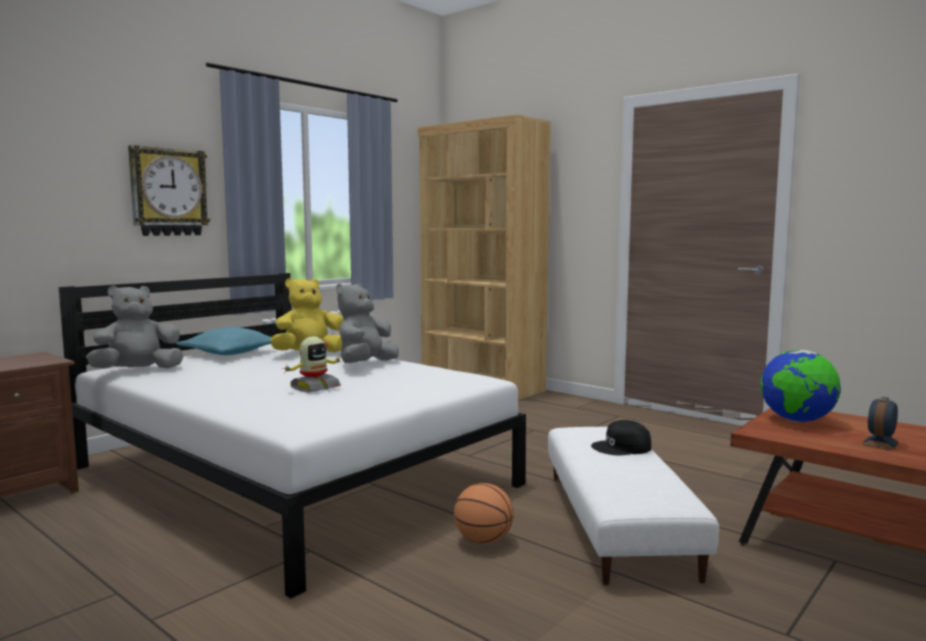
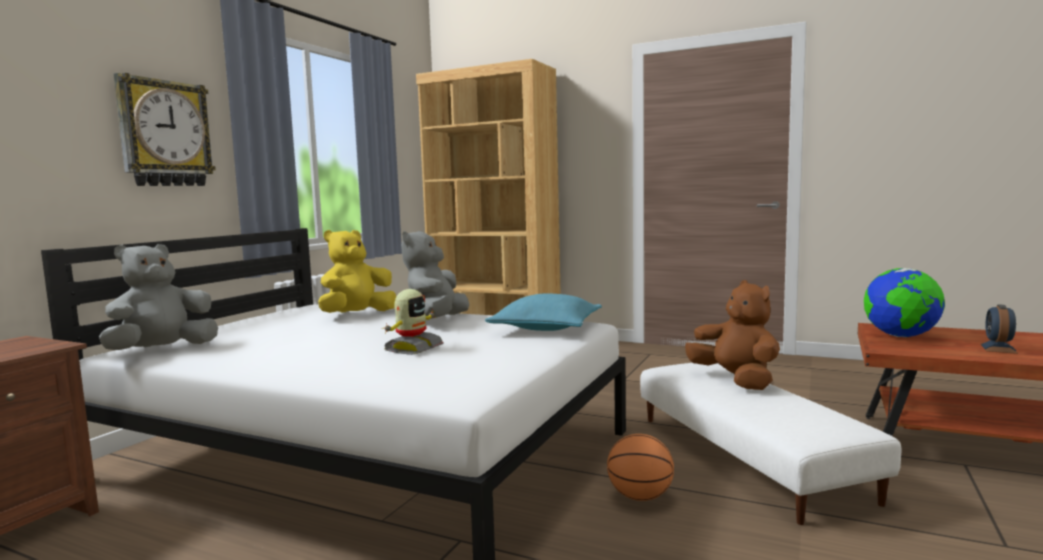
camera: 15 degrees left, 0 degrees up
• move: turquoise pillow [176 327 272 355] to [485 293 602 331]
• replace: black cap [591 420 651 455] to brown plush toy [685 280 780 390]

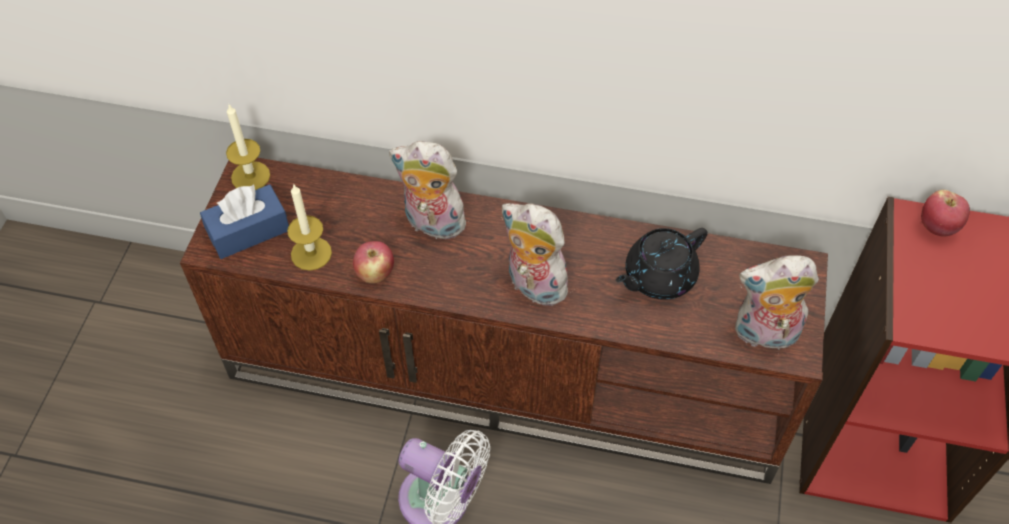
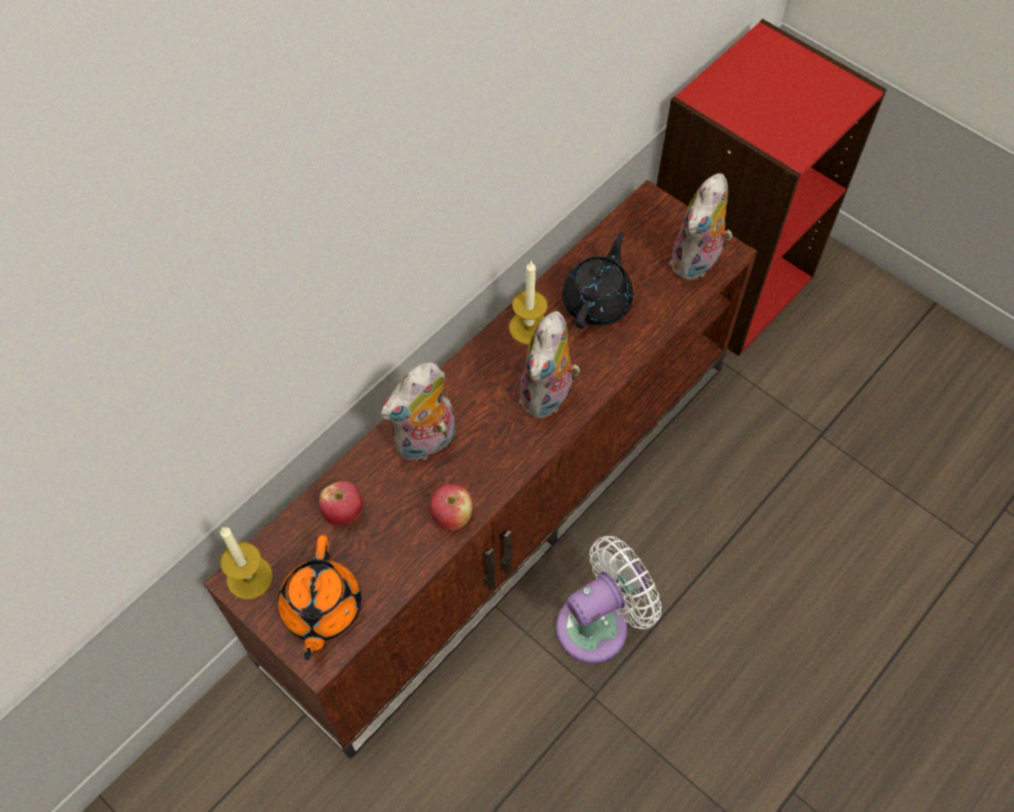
camera: 60 degrees left, 5 degrees up
• replace: blue tissue box [200 184 289 259] to orange teapot [278 535 361 660]
• move: candle [287 185 332 271] to [509 260 548 345]
• move: apple [921 190 970 237] to [319 481 363 526]
• rotate: plush toy [501 203 568 306] = [519 311 580 419] 45 degrees counterclockwise
• rotate: black teapot [616 228 707 300] = [562 233 633 329] 150 degrees counterclockwise

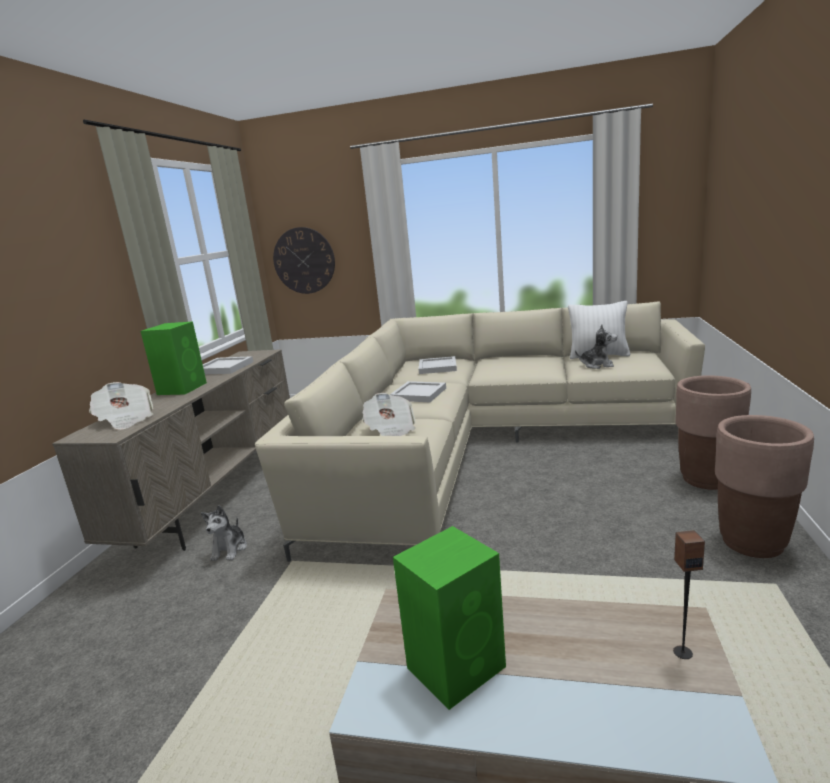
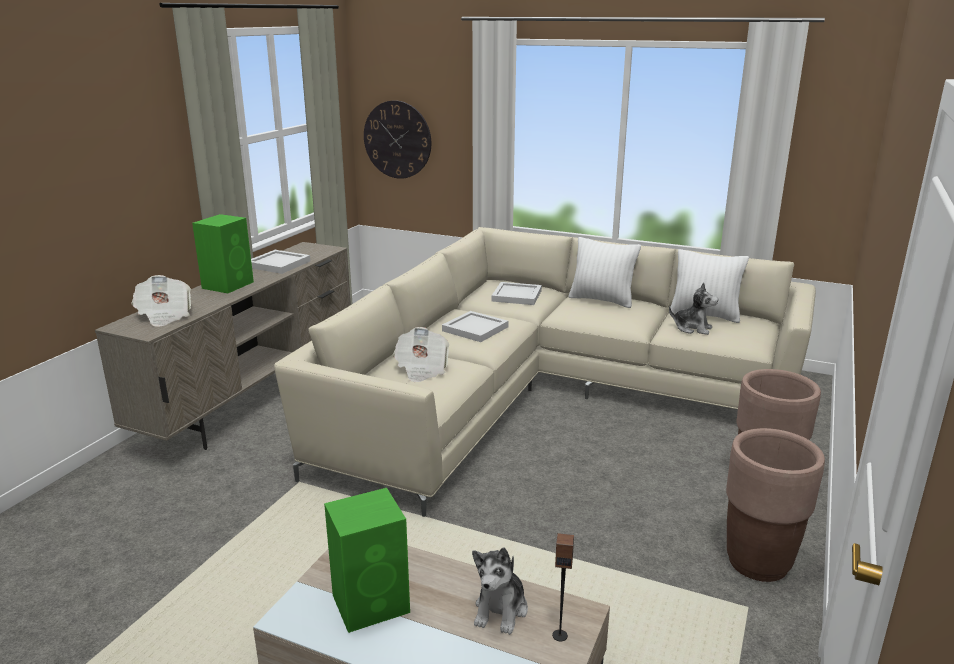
camera: 10 degrees right, 5 degrees up
• move: plush toy [201 505 247 561] to [472 548 528 635]
• insert: white pillow [569 237 641 308]

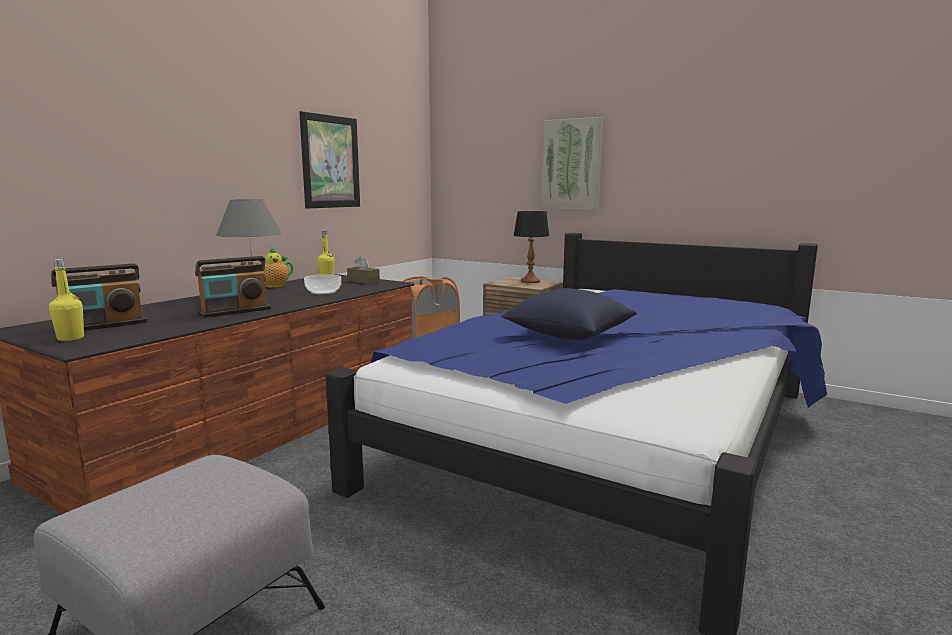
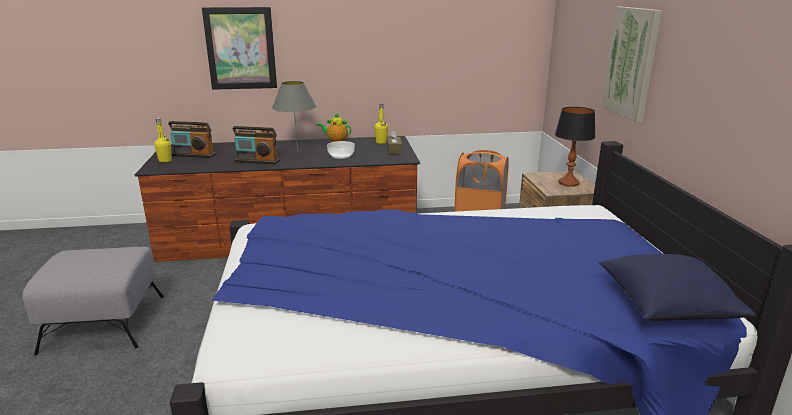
camera: 50 degrees right, 10 degrees up
• move: picture [299 111 360 209] to [202 7 277 90]
• move: blue pillow [501 288 637 340] to [599 254 756 321]

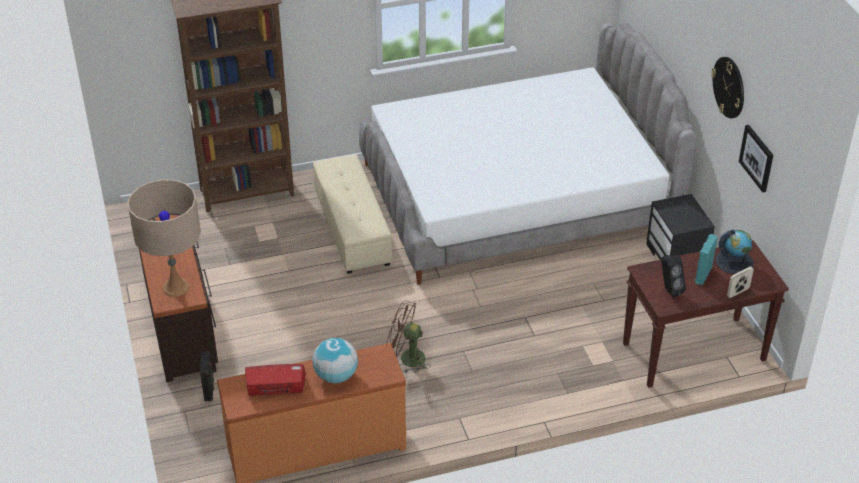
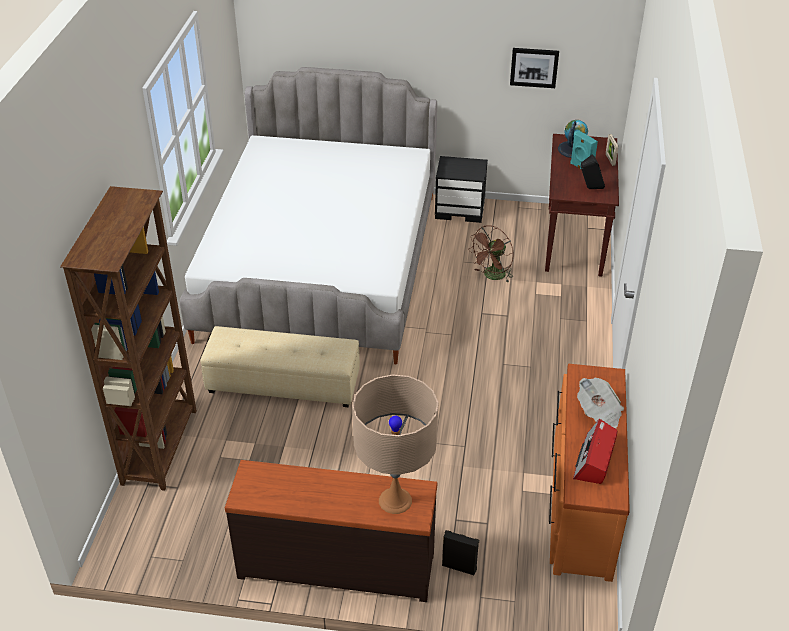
camera: 65 degrees left, 0 degrees up
• delete: wall clock [711 57 744 118]
• move: brown fan [386 301 431 373] to [468 225 513 283]
• replace: globe [313 338 358 383] to newspaper [577 378 624 429]

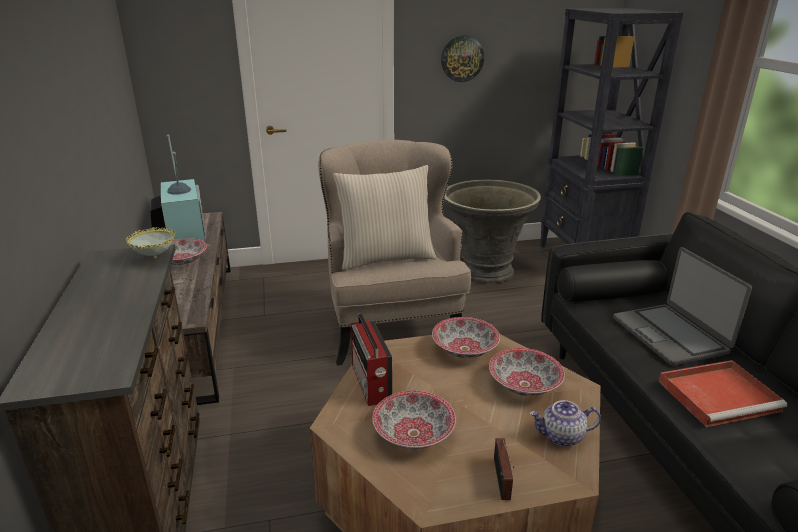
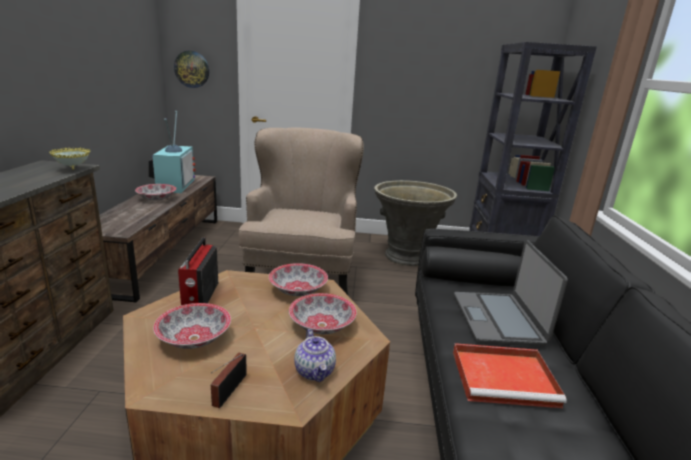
camera: 15 degrees right, 5 degrees down
• move: wall clock [441 35 484 82] to [174 51 209 88]
• delete: beige pillow [333 165 436 270]
• rotate: teapot [530 400 601 447] = [294 329 336 382] 120 degrees counterclockwise

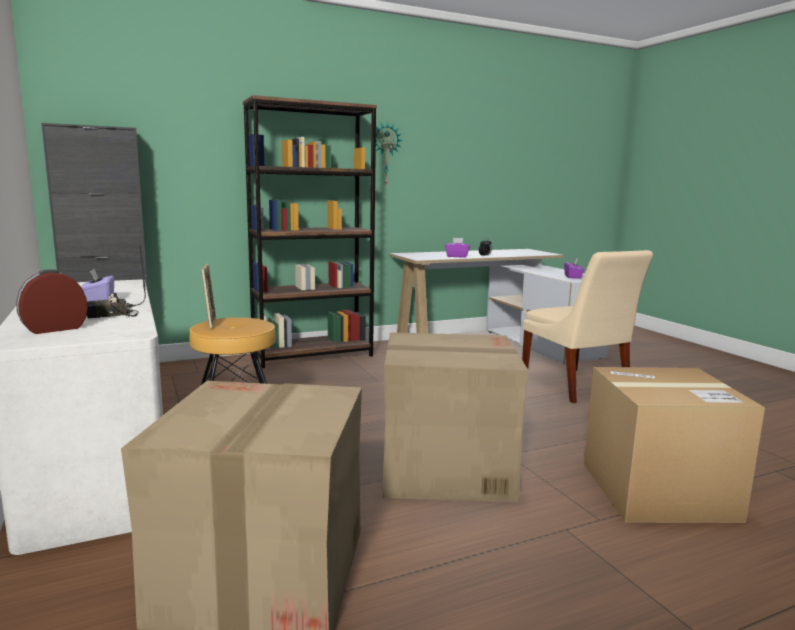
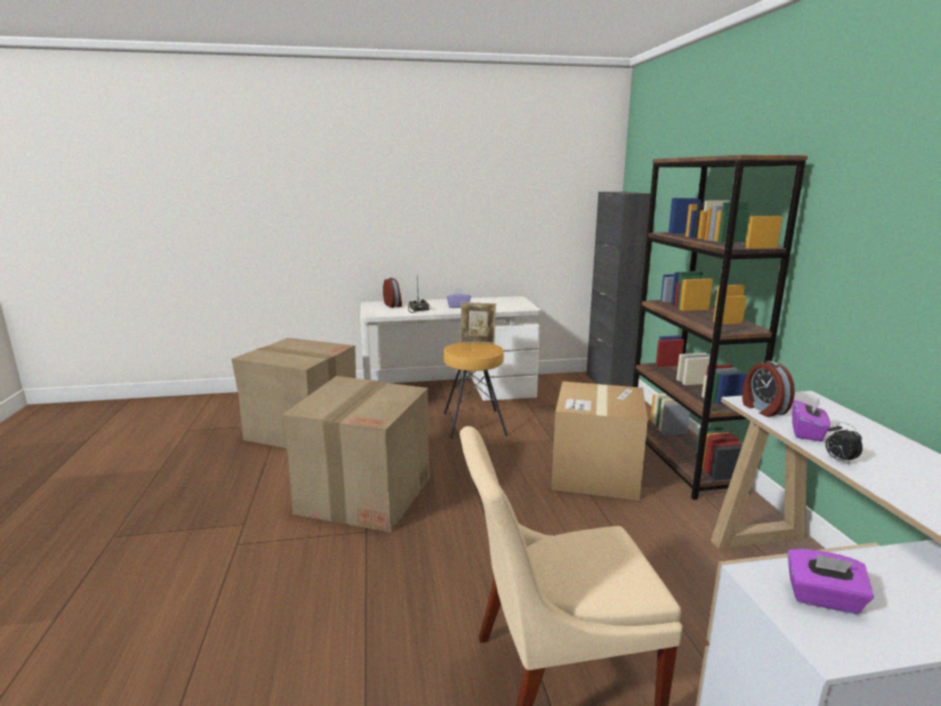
camera: 105 degrees right, 5 degrees up
• delete: wall clock [376 121 403 185]
• move: cardboard box [584 367 765 523] to [551 381 648 500]
• insert: alarm clock [742 361 795 417]

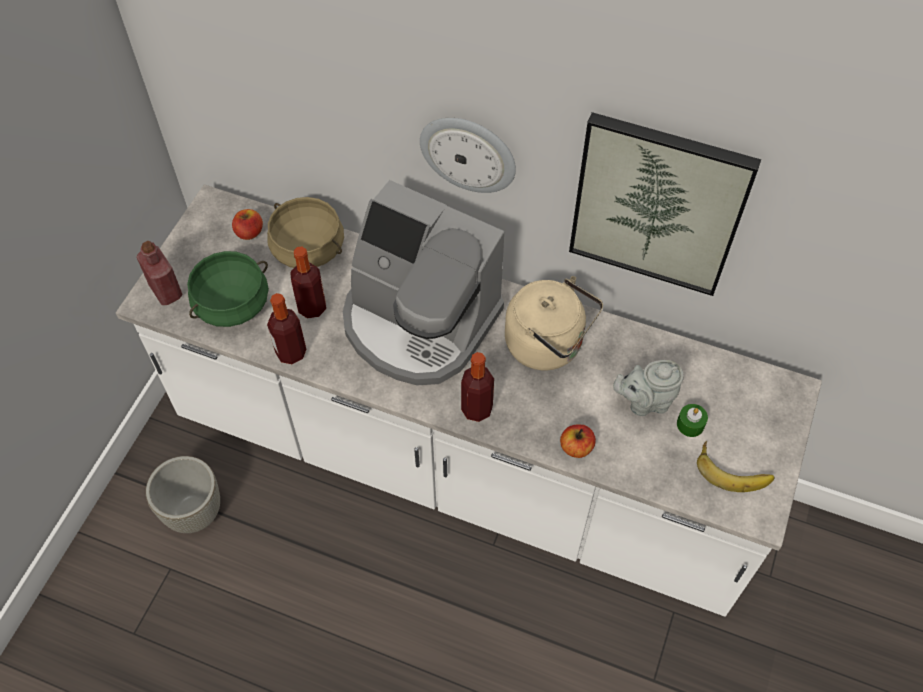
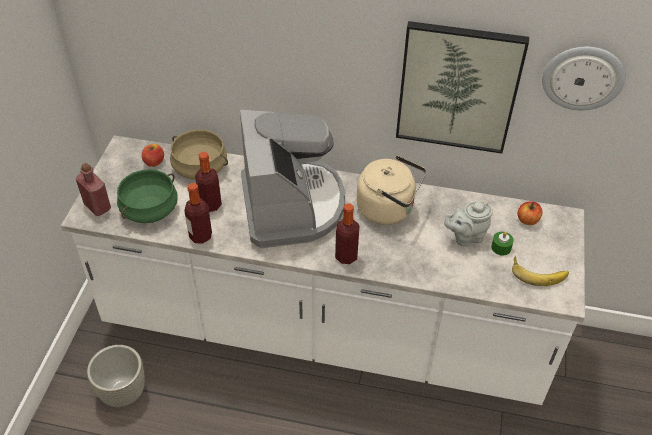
camera: 10 degrees left, 10 degrees down
• move: wall clock [420 118 516 193] to [542 47 626 110]
• rotate: coffee machine [343 180 504 385] = [240 110 345 248] 120 degrees counterclockwise
• move: apple [560 425 596 458] to [517 201 543 225]

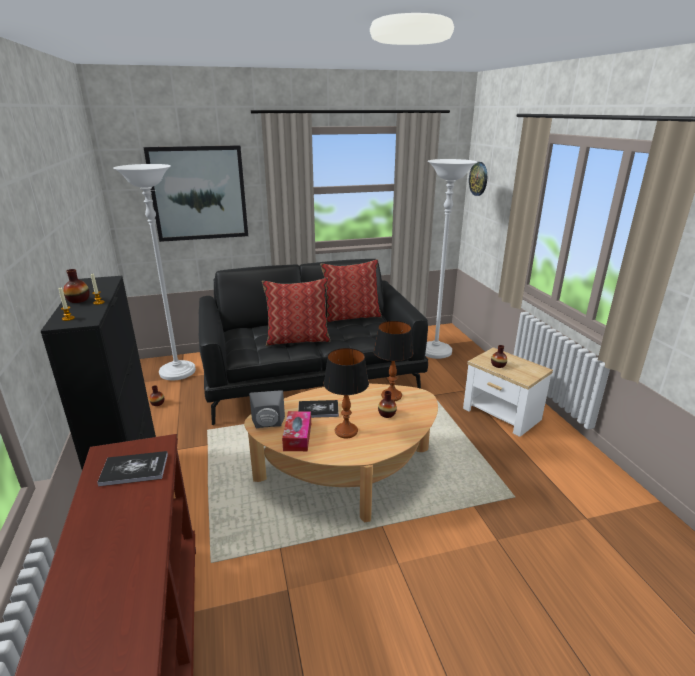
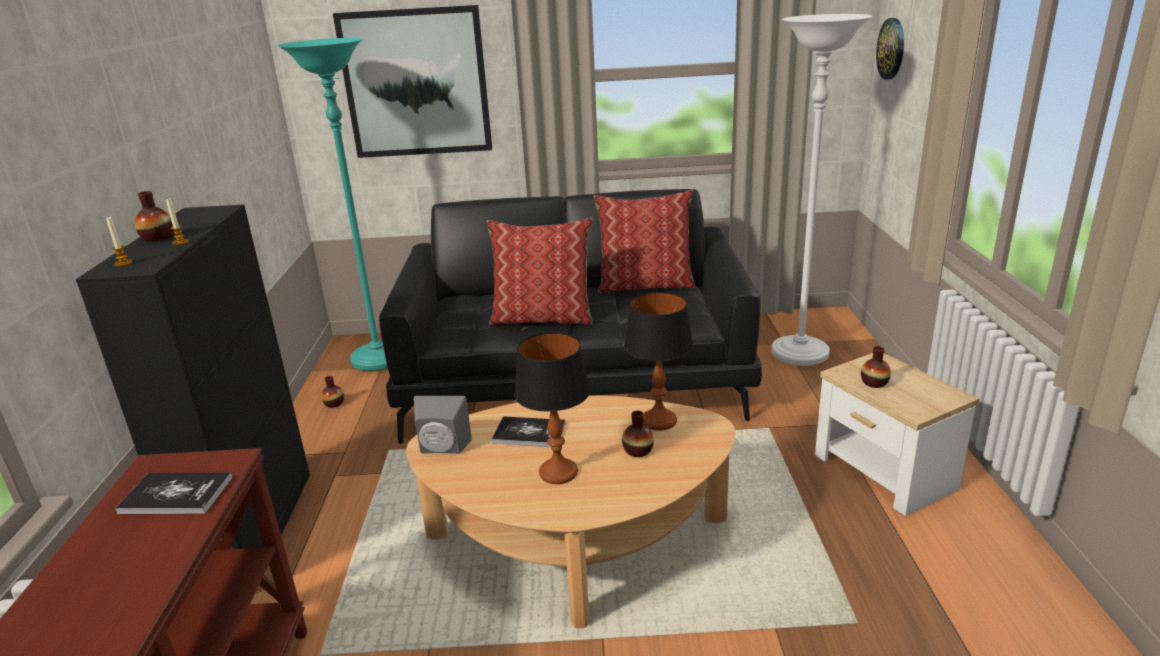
camera: 15 degrees right, 0 degrees up
• recolor: white floor lamp [113 164 196 381] to turquoise floor lamp [278 38 388 371]
• delete: tissue box [282 411 311 451]

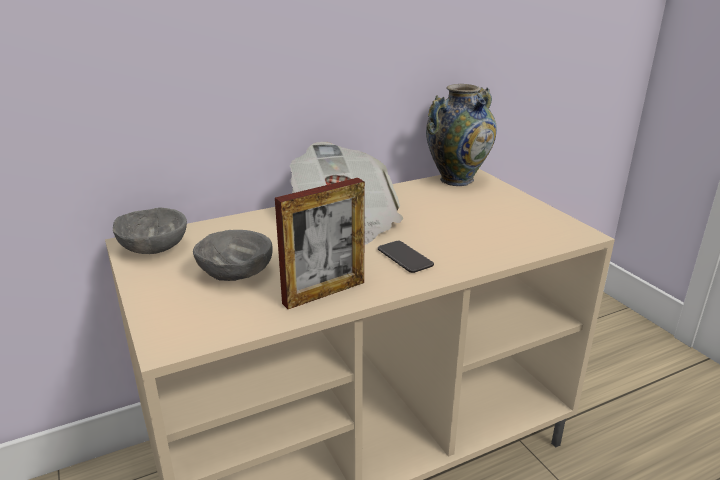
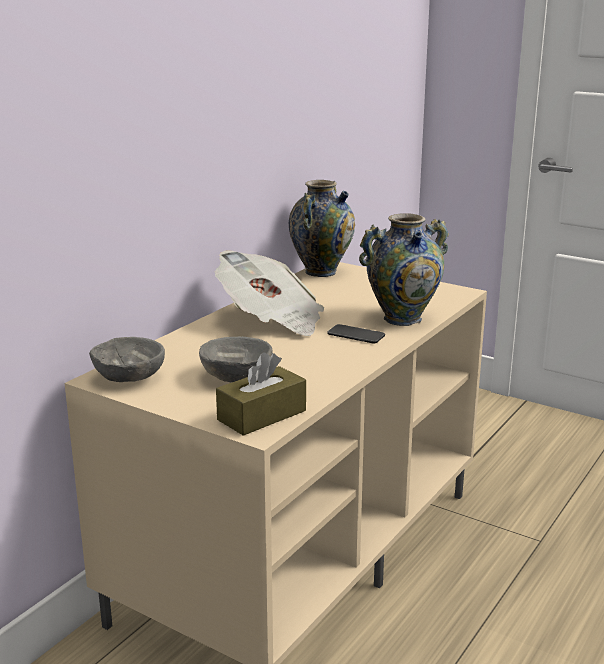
camera: 30 degrees left, 5 degrees down
• delete: picture frame [275 178 365 309]
• insert: vase [359 213 449 326]
• insert: brown tissue box [216 353 306 436]

